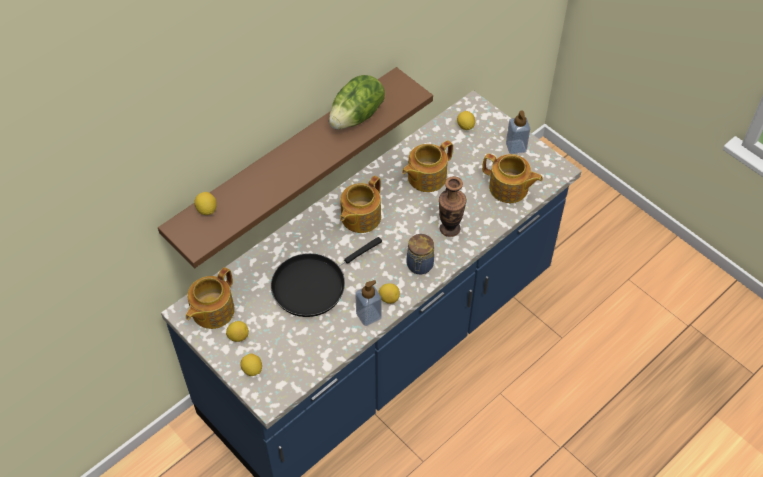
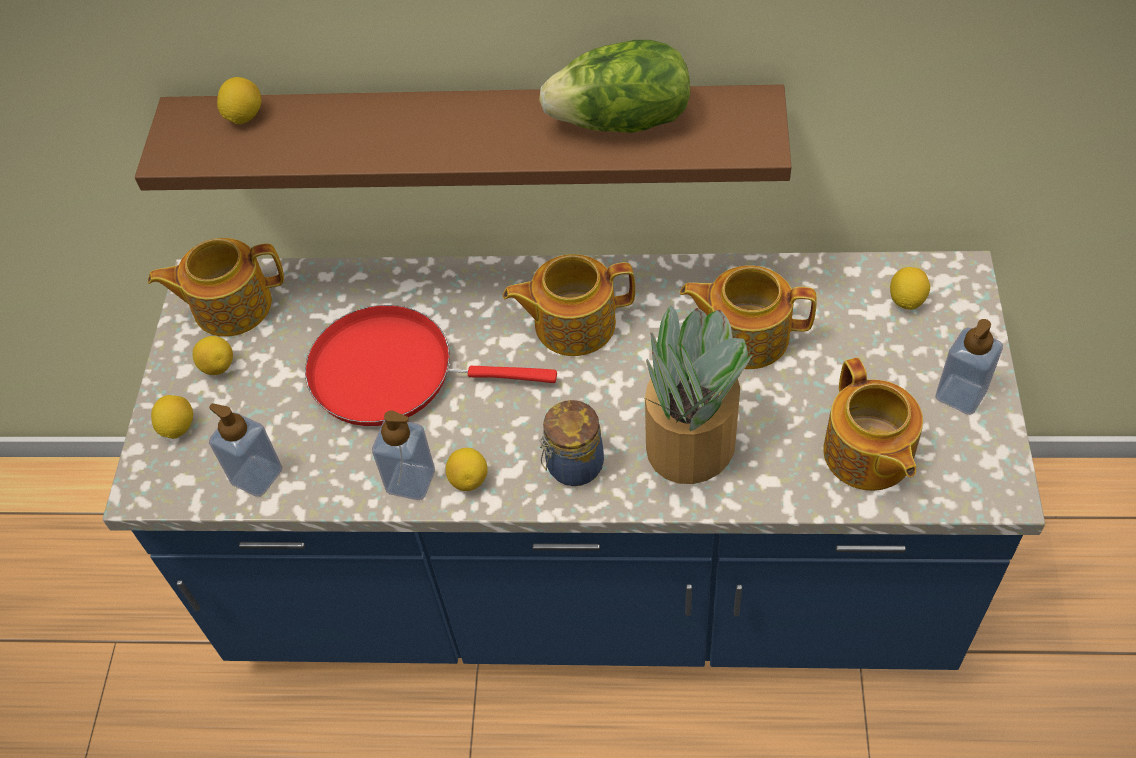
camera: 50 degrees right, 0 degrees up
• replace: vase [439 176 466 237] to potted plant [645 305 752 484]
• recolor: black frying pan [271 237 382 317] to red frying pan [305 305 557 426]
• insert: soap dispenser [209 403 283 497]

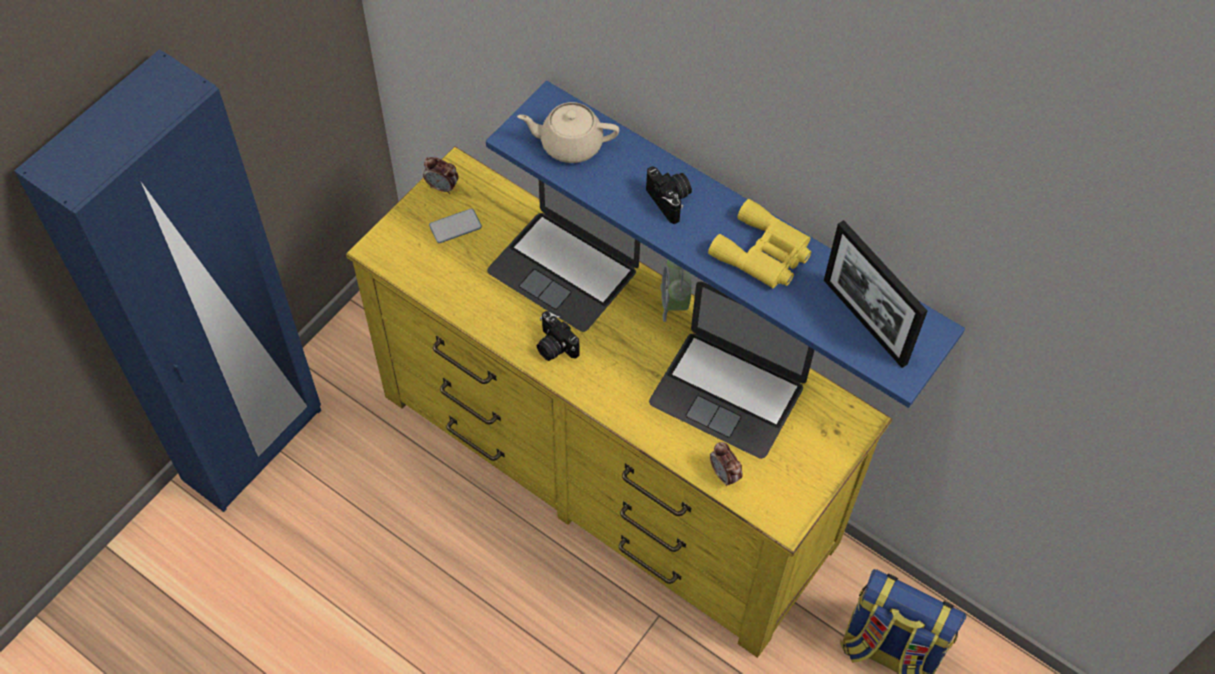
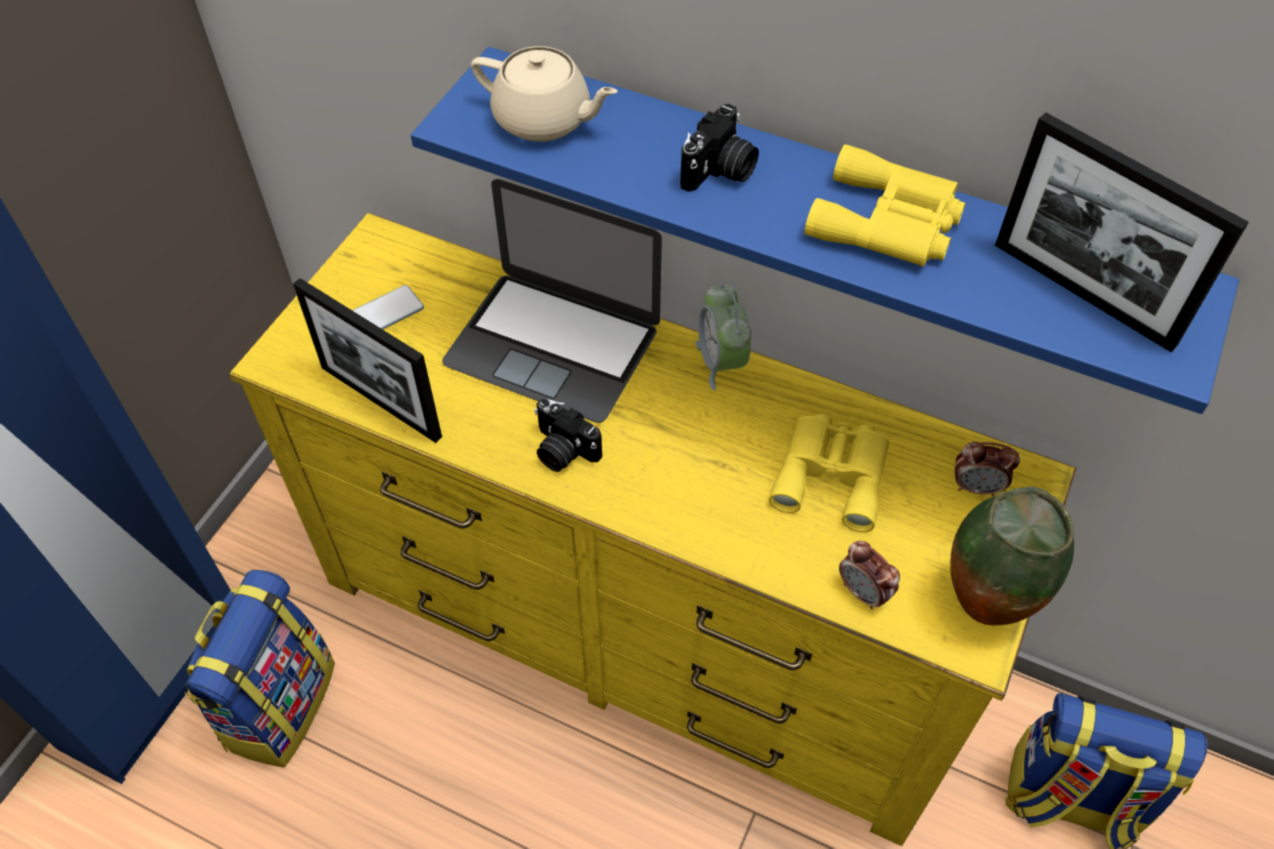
camera: 10 degrees left, 5 degrees down
• rotate: beige teapot [517 102 619 163] = [471 46 618 142] 150 degrees counterclockwise
• move: alarm clock [423 157 459 194] to [955 442 1020 496]
• rotate: photo camera [646 166 692 224] = [680 104 759 192] 75 degrees clockwise
• replace: laptop [649 281 815 459] to yellow binoculars [769 414 889 532]
• insert: picture frame [293 278 442 443]
• insert: vase [950 487 1074 625]
• insert: backpack [185 570 335 768]

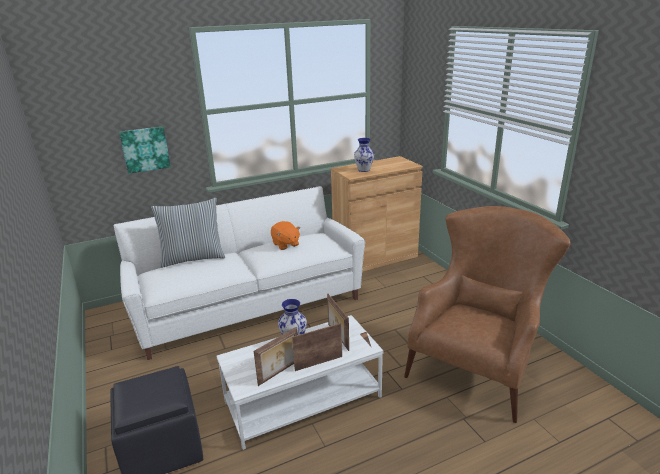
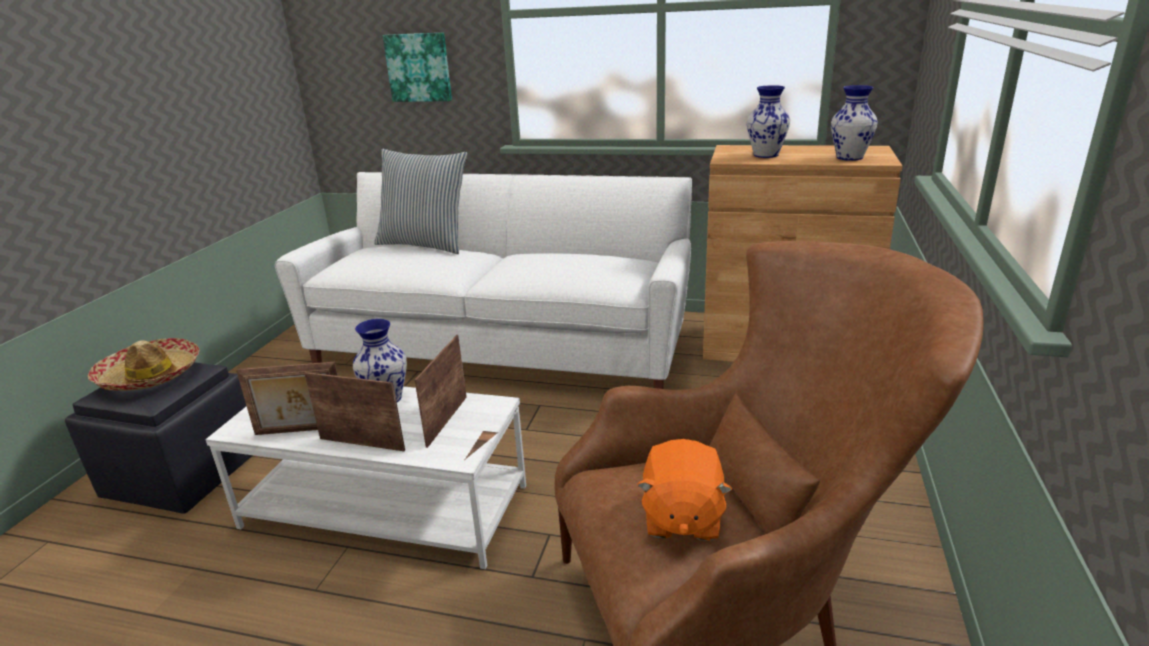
camera: 40 degrees right, 0 degrees up
• move: orange plush toy [271 221 300 250] to [637 439 732 541]
• insert: vase [831 85 878 161]
• insert: hat [88 338 200 391]

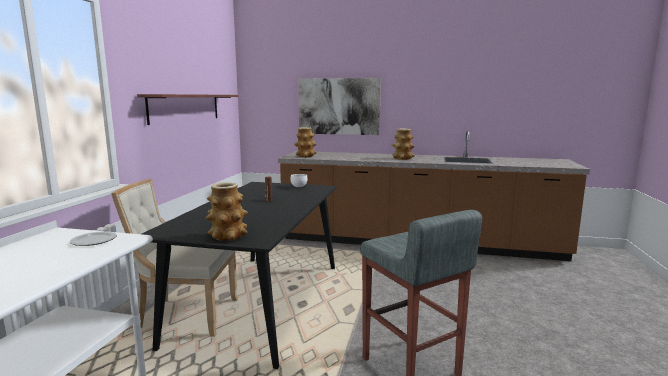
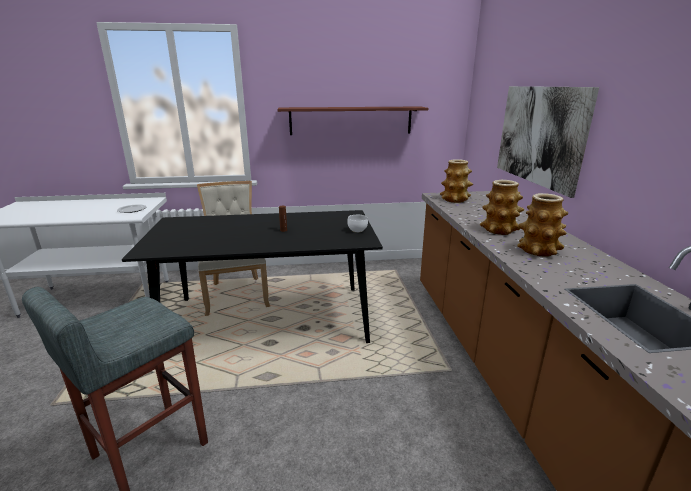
camera: 70 degrees right, 10 degrees up
• move: vase [206 182 248 241] to [480 180 524 235]

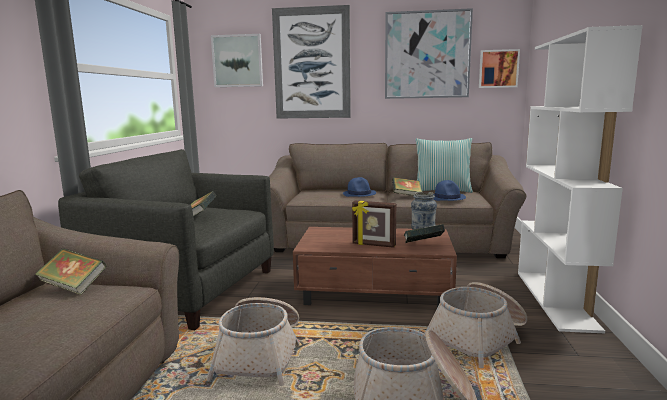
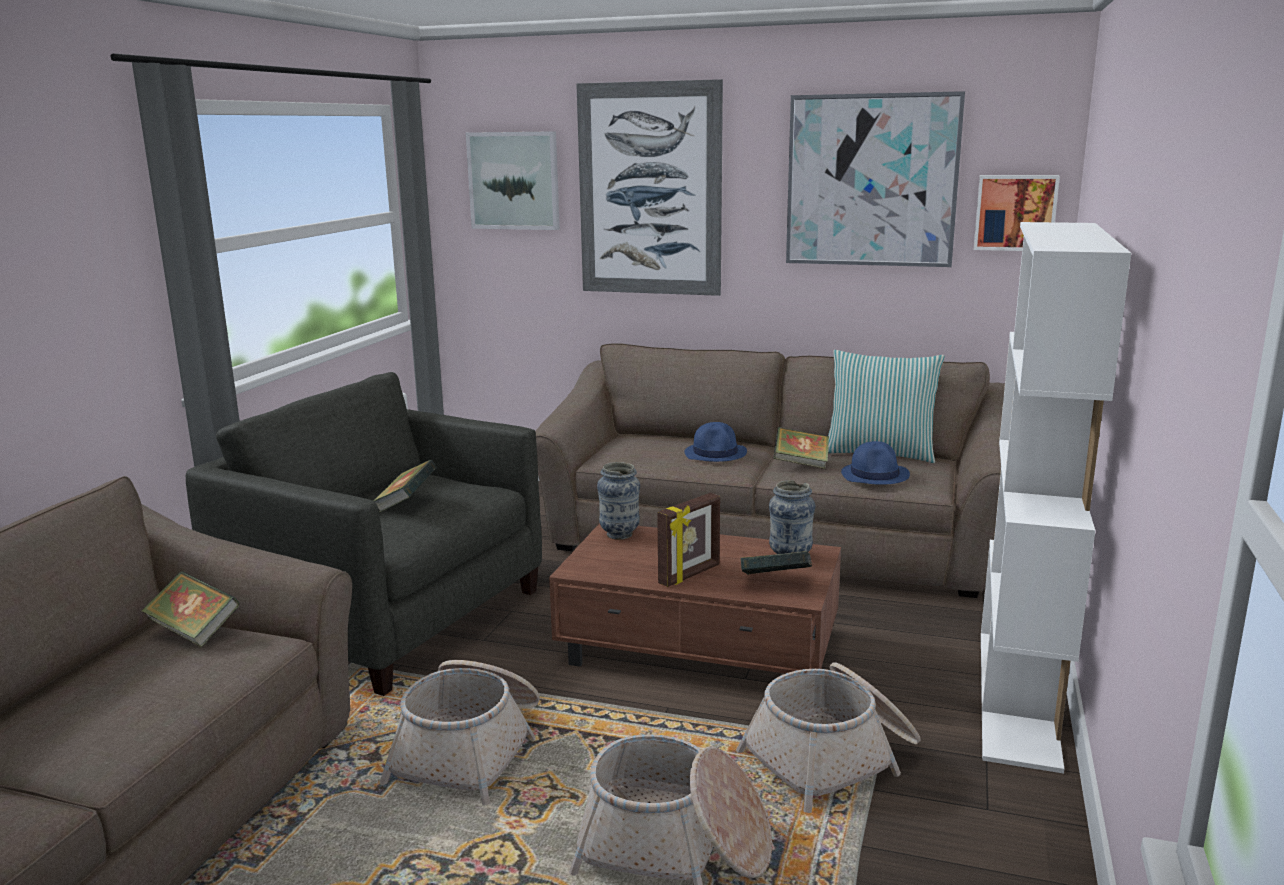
camera: 10 degrees right, 5 degrees up
• rotate: picture frame [352 201 396 248] = [657 493 720 587] 75 degrees counterclockwise
• insert: vase [597 462 640 540]

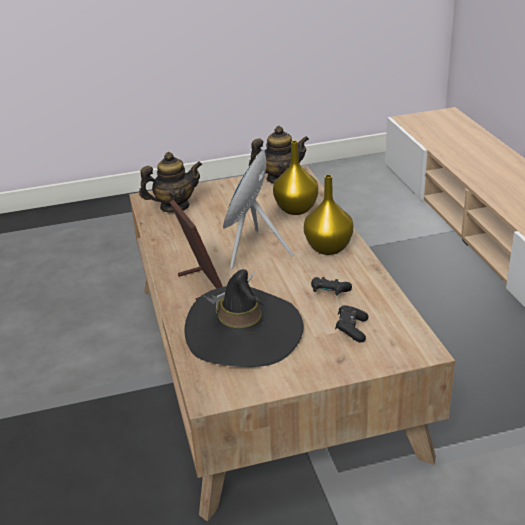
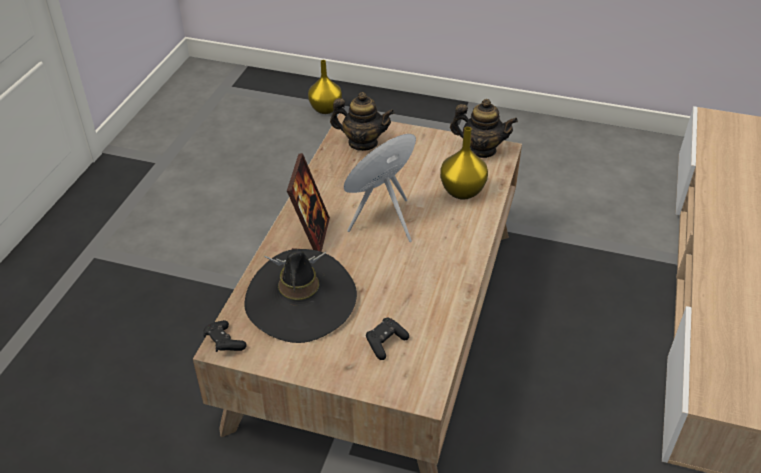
camera: 30 degrees right, 10 degrees up
• move: yellow vase [304 175 353 255] to [308 60 342 114]
• move: black game controller [311 277 352 296] to [203 320 246 352]

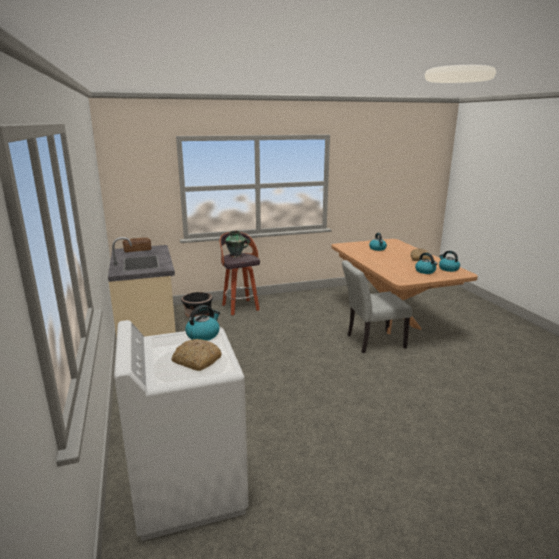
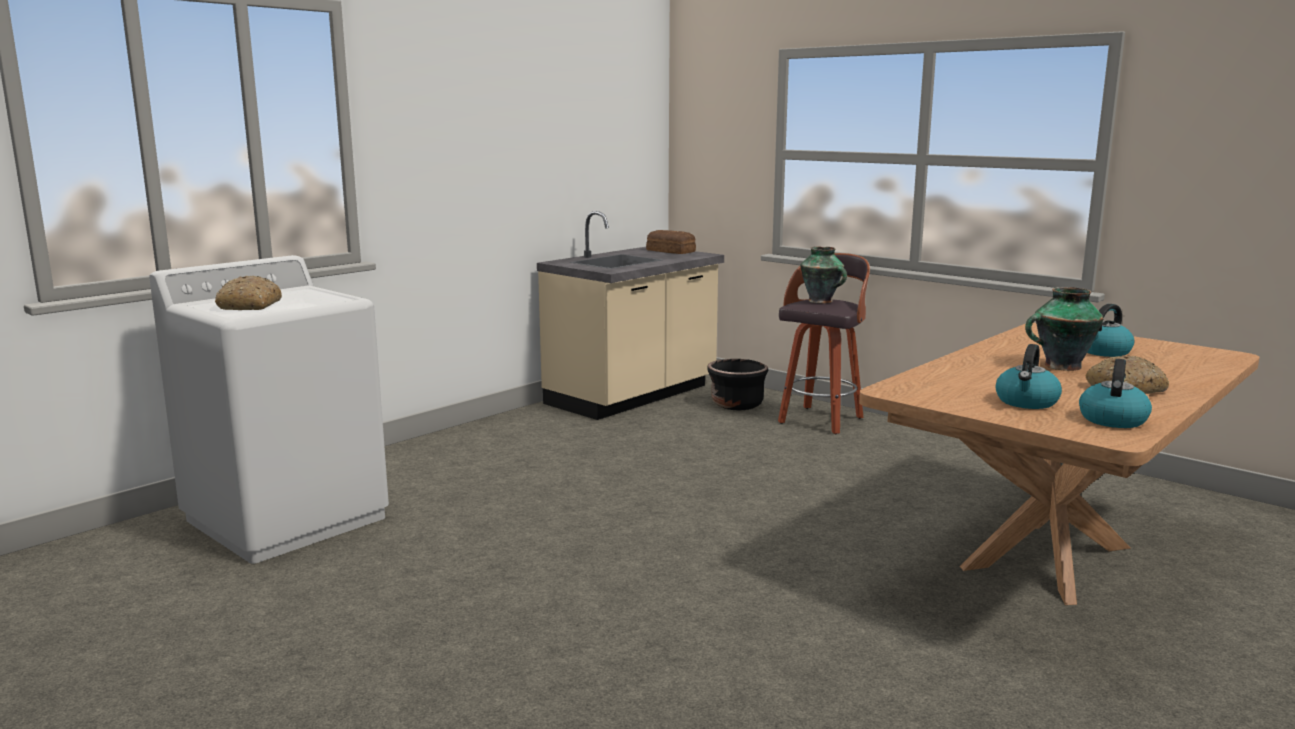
camera: 60 degrees right, 5 degrees down
• delete: grey chair [342 260 412 353]
• delete: kettle [185 305 220 341]
• insert: vase [1025 287 1103 371]

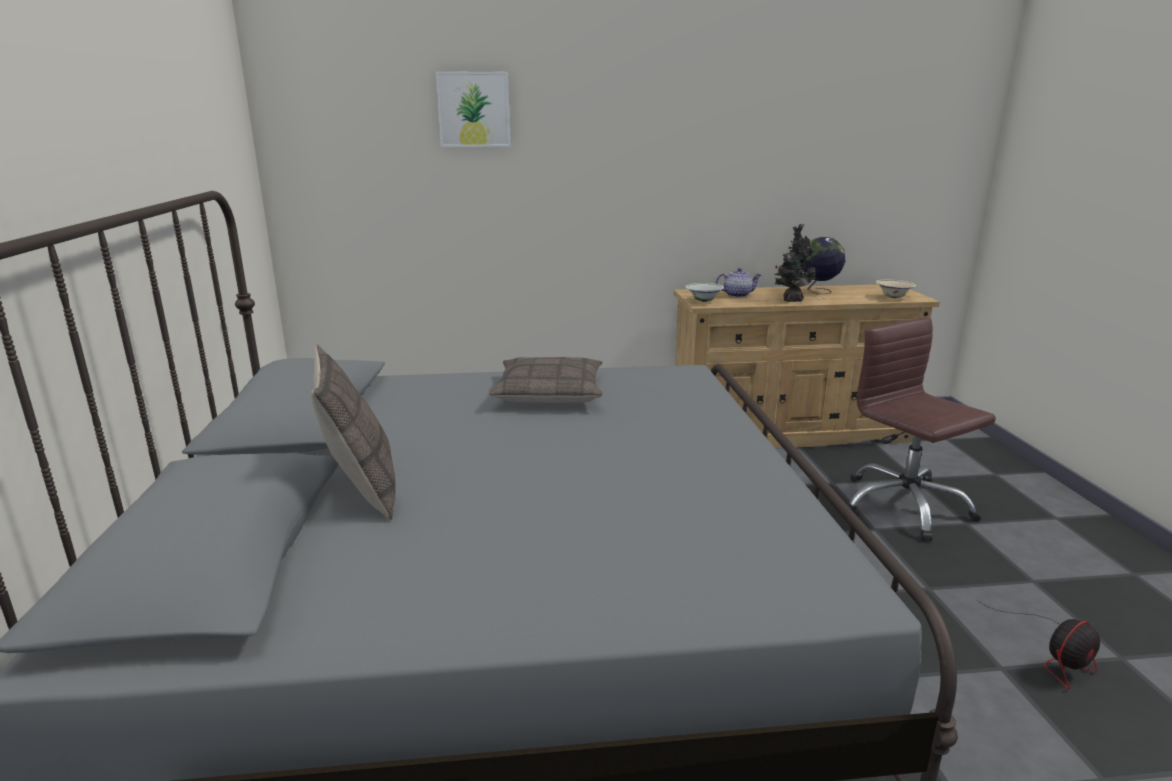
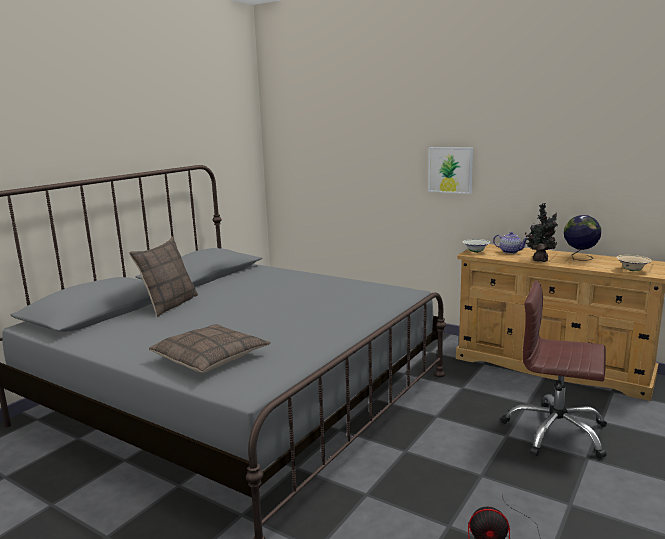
camera: 40 degrees right, 5 degrees down
• move: picture [436 71 510 147] to [428 147 473 194]
• rotate: brown office chair [847 317 996 541] = [501 281 607 459] 75 degrees counterclockwise
• move: pillow [489 357 603 403] to [149 324 271 373]

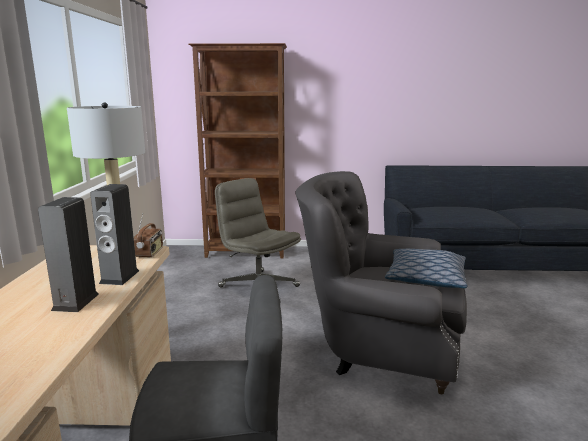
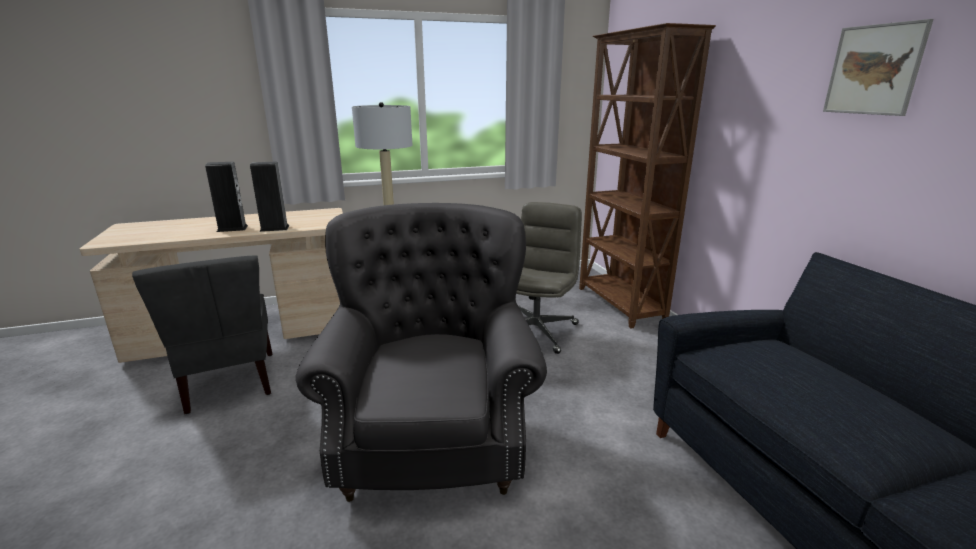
camera: 70 degrees right, 5 degrees up
• delete: radio [134 214 163 258]
• delete: pillow [385 249 468 288]
• insert: picture [823 19 934 116]

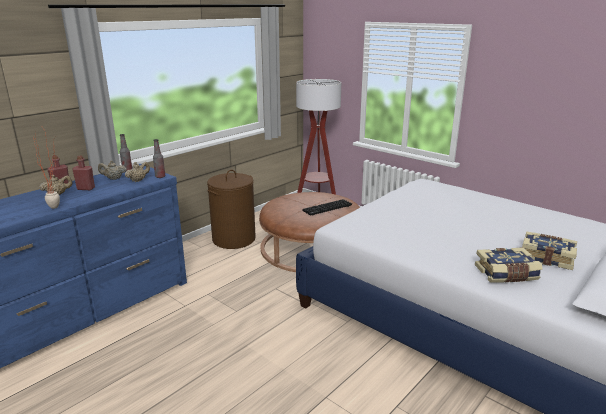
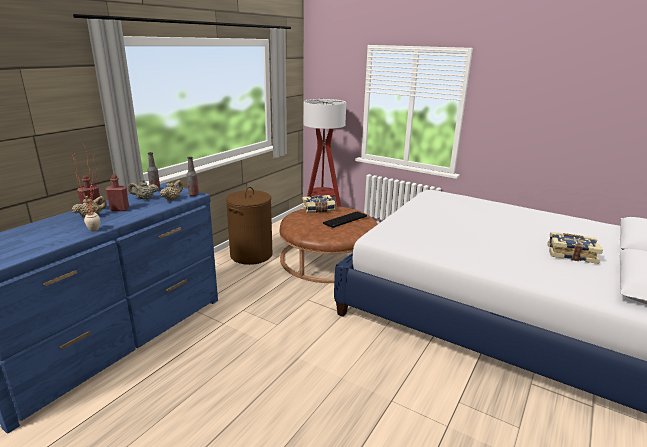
camera: 10 degrees left, 0 degrees up
• move: book [475 247 542 283] to [302 195 335 213]

